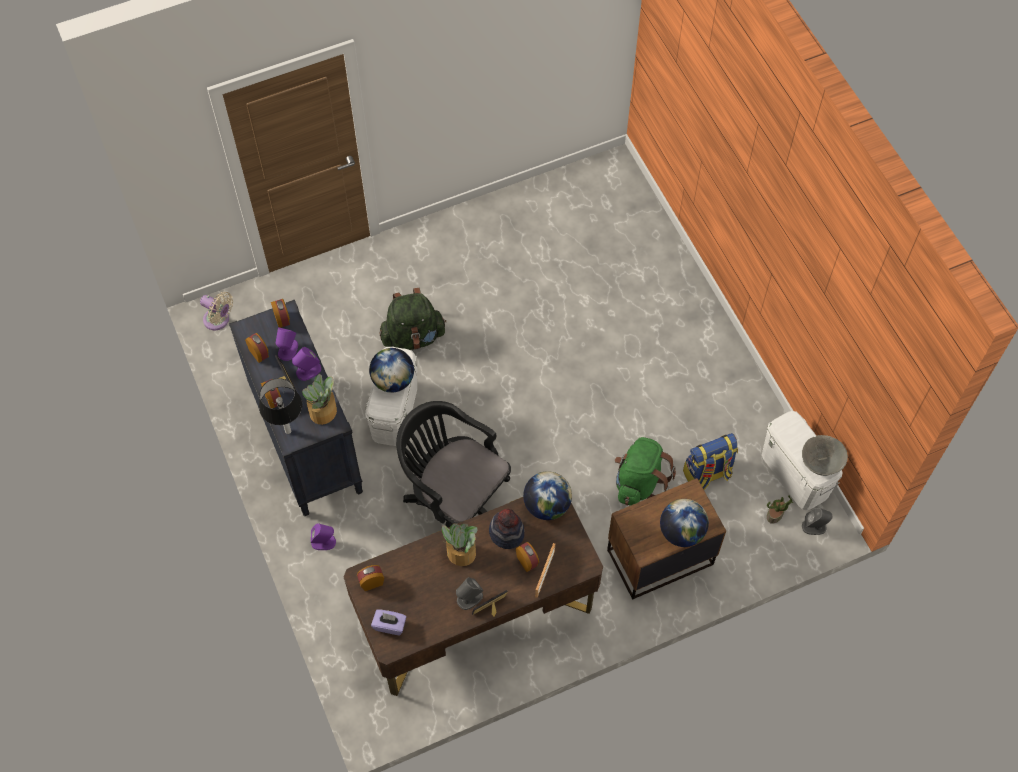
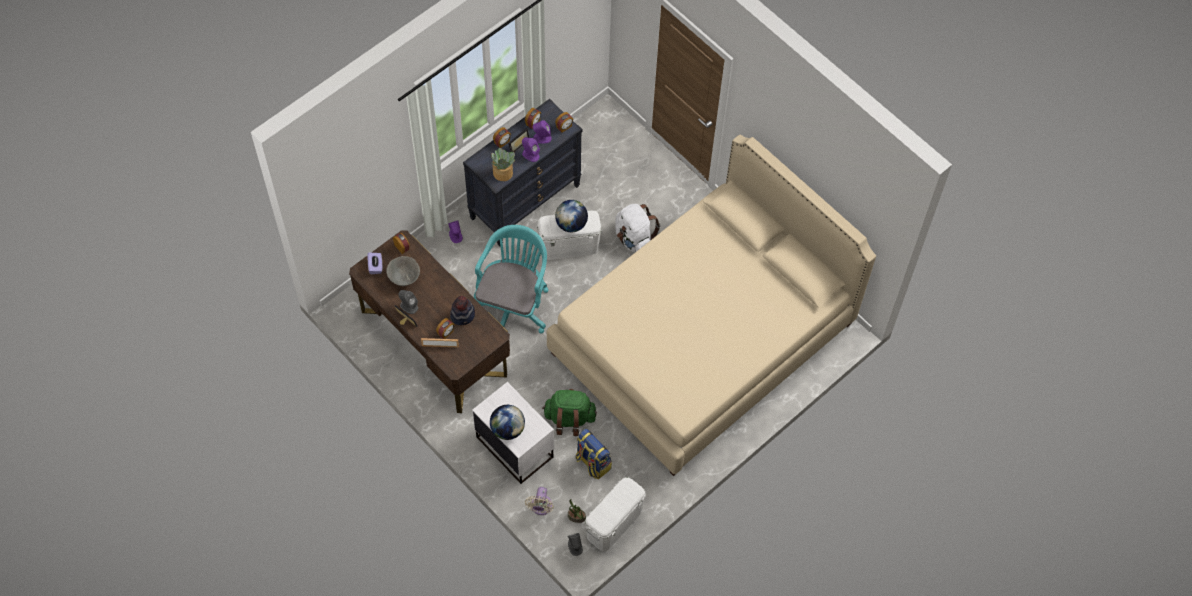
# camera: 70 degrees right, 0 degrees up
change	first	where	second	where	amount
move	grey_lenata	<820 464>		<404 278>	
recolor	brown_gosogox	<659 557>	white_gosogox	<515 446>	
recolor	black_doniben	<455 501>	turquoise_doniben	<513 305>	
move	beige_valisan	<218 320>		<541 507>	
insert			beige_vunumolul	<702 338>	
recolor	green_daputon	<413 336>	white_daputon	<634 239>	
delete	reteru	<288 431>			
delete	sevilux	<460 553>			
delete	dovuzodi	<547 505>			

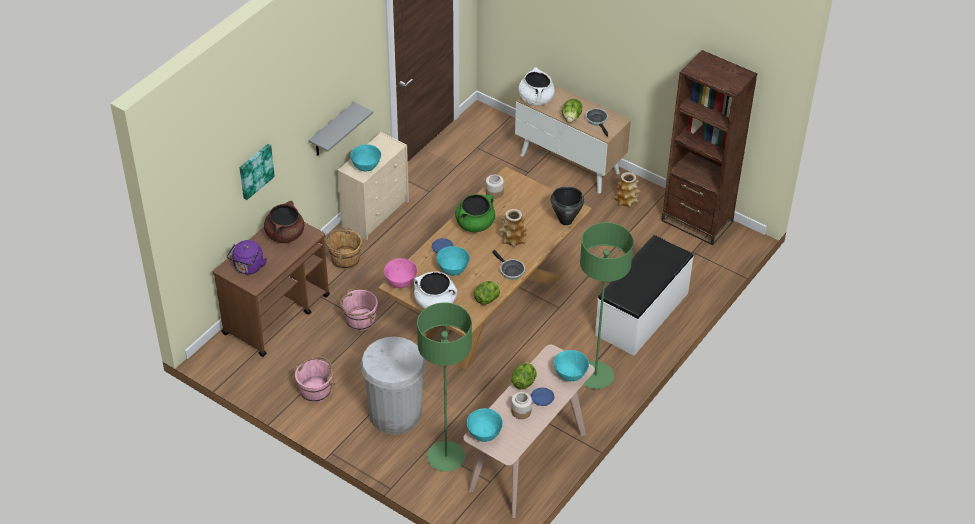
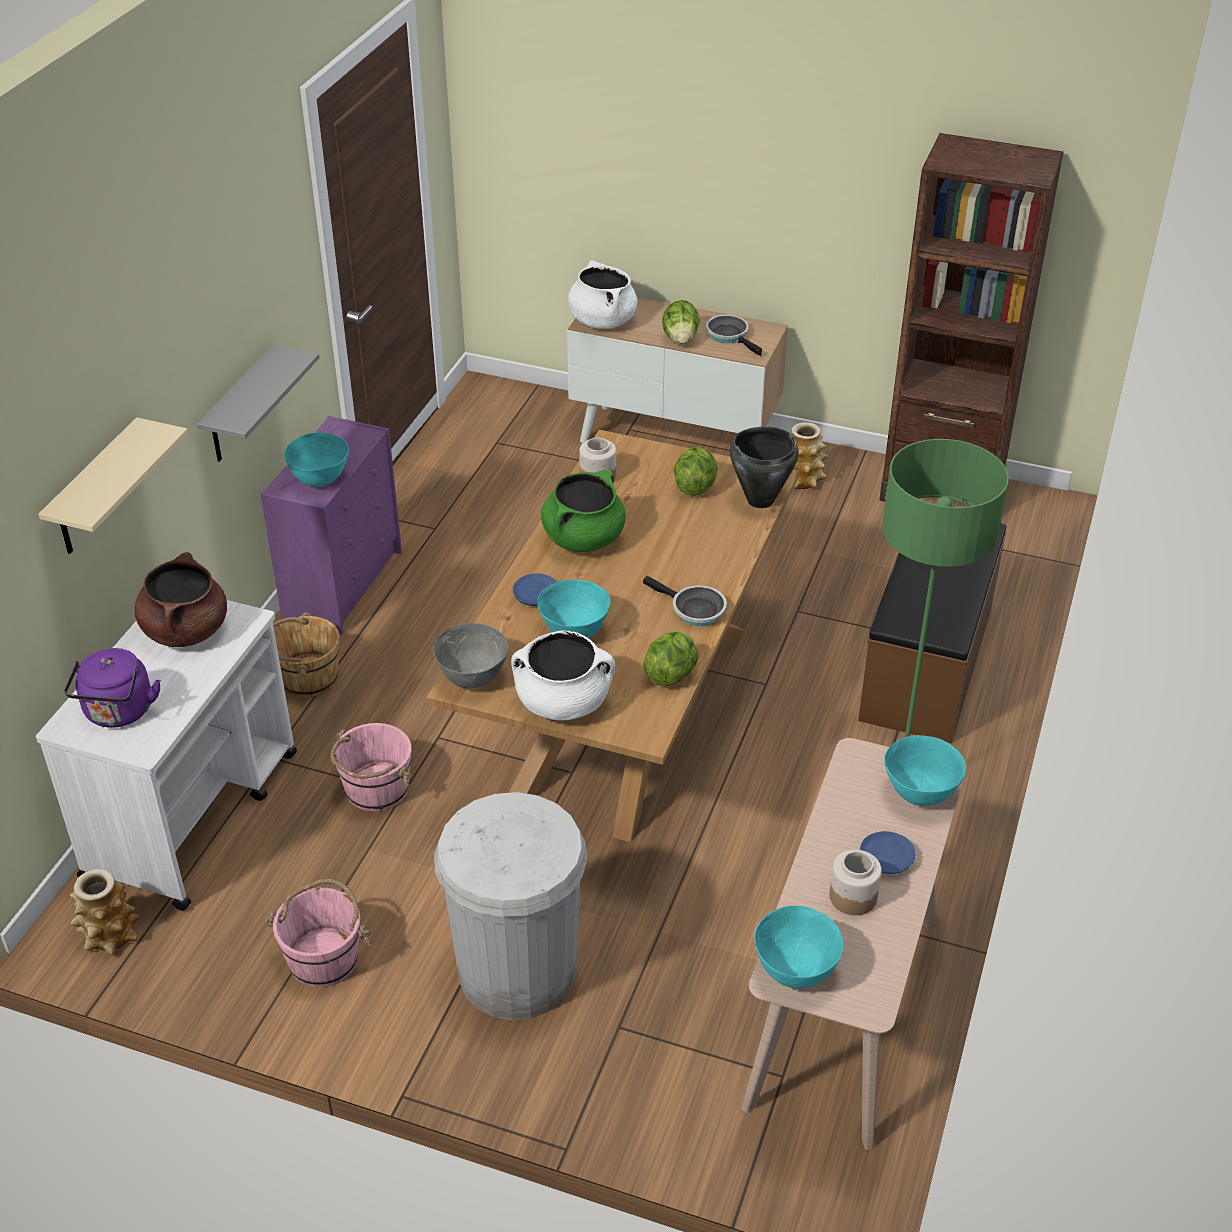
# camera: 15 degrees left, 5 degrees down
change	first	where	second	where	amount
recolor	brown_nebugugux	<277 314>	white_nebugugux	<194 813>	
replace	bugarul	<255 171>	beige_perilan	<95 491>	
move	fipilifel	<513 239>		<110 934>	
recolor	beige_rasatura	<375 213>	purple_rasatura	<344 584>	
recolor	pink_lenata	<400 283>	grey_lenata	<472 678>	
move	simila	<524 382>		<694 486>	
recolor	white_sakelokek	<642 314>	brown_sakelokek	<928 664>	
delete	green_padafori	<446 457>			

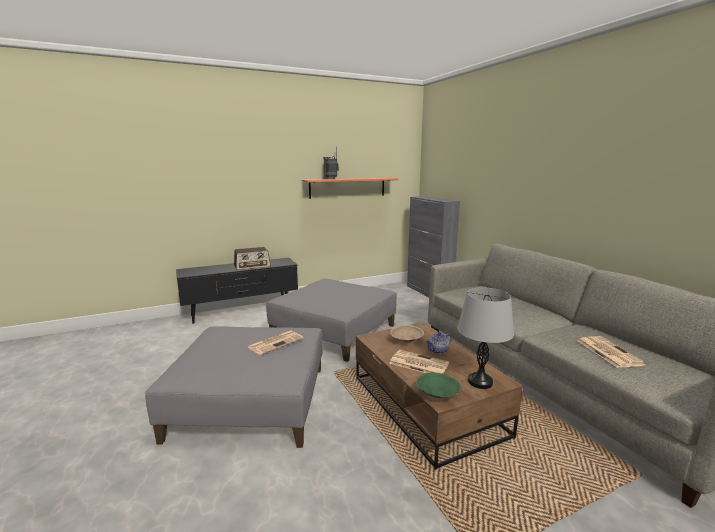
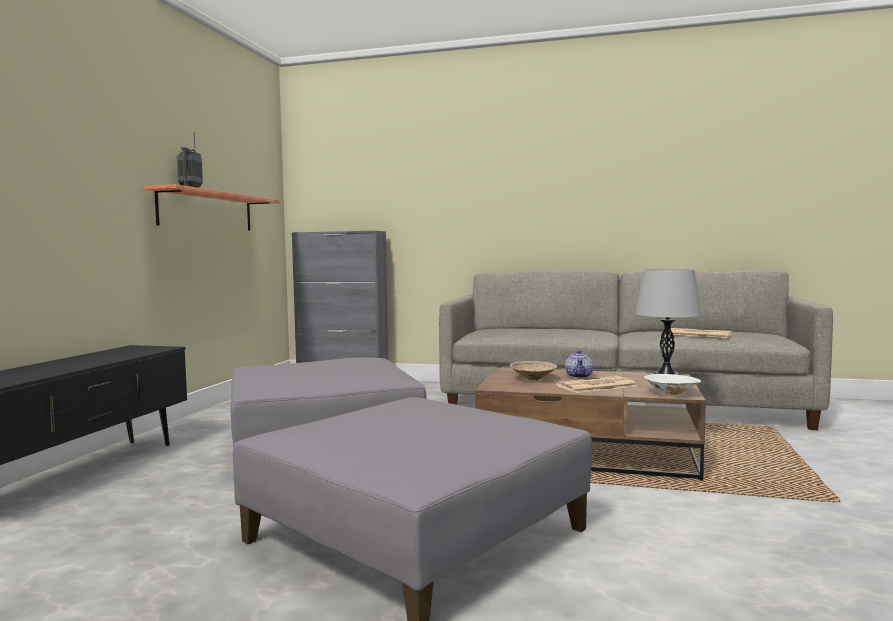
# camera: 50 degrees left, 10 degrees down
change	first	where	second	where	amount
recolor	green_lenata	<438 395>	white_lenata	<672 393>	
delete	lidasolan	<252 266>			
delete	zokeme	<276 342>			

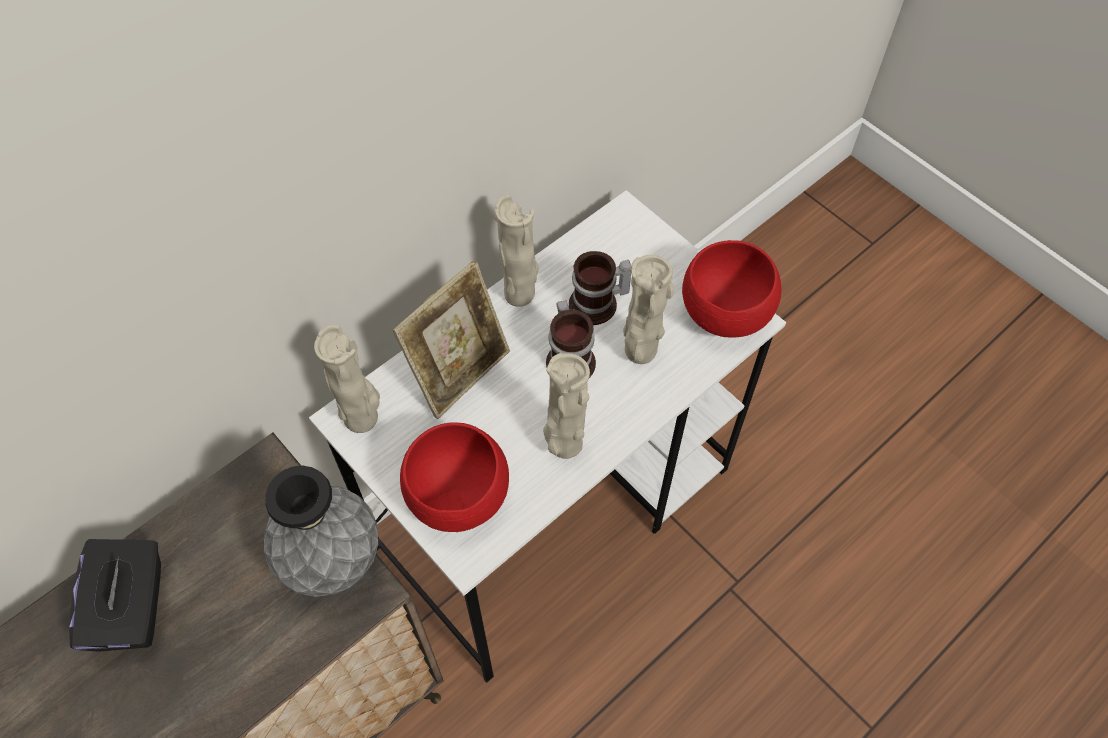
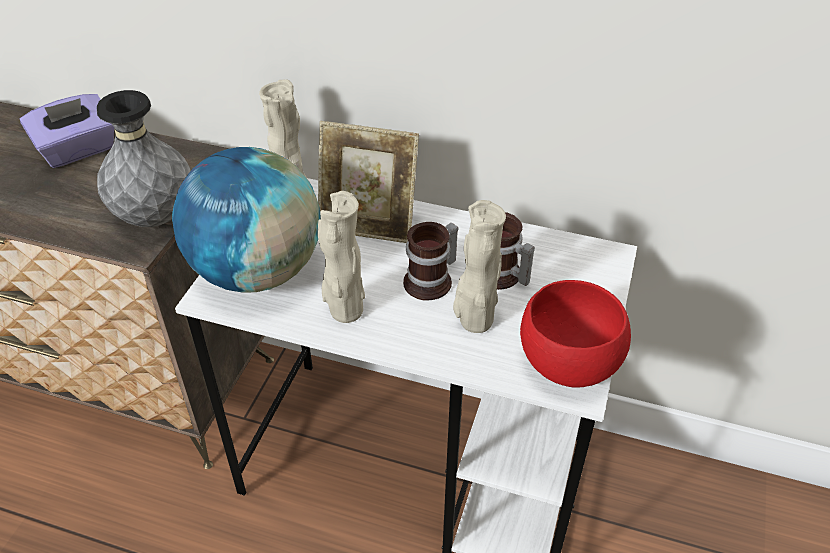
# camera: 60 degrees right, 15 degrees down
change	first	where	second	where	amount
recolor	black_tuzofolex	<133 607>	purple_tuzofolex	<78 150>	
replace	red_lenata	<461 498>	dovuzodi	<257 272>	
delete	beige_fipilifel	<520 293>			

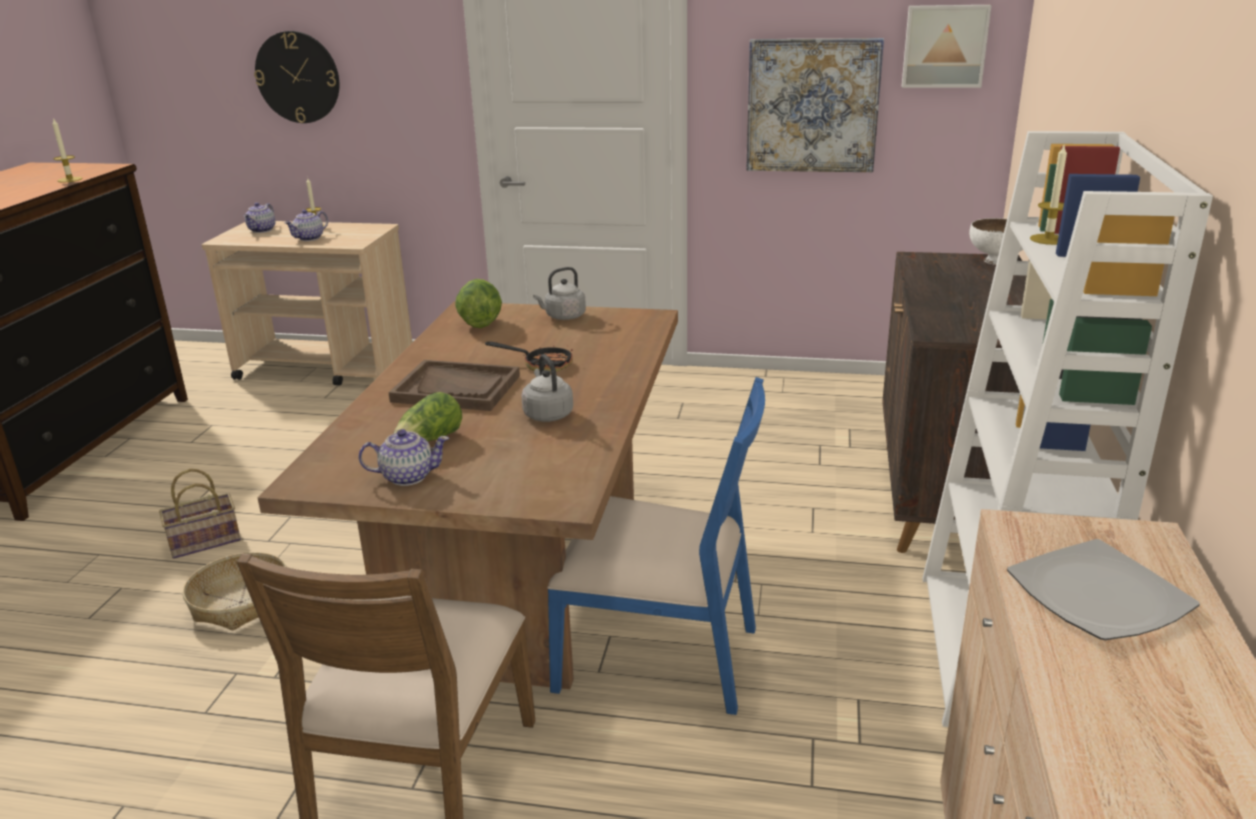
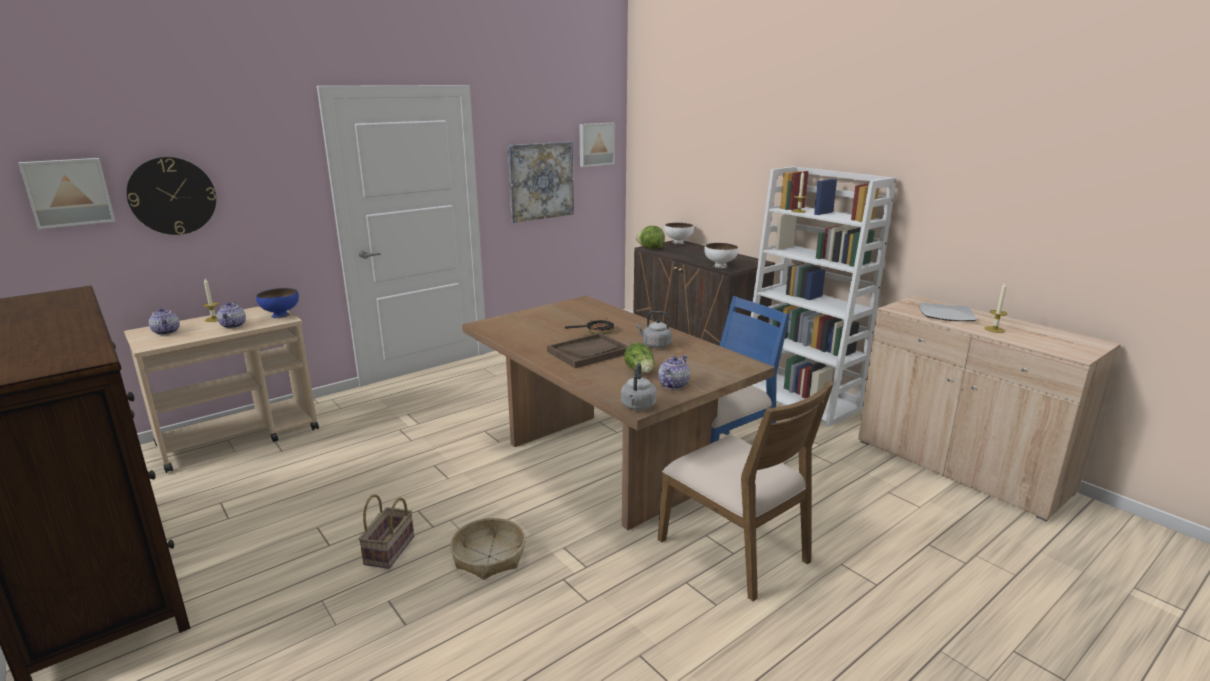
# camera: 50 degrees left, 5 degrees down
change	first	where	second	where	amount
insert			bugarul	<68 192>	
insert			blue_lenata	<281 315>	
move	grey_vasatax	<563 317>		<638 407>	
move	simila	<480 324>		<650 248>	
insert			white_lenata	<720 266>	
move	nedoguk	<70 179>		<994 329>	

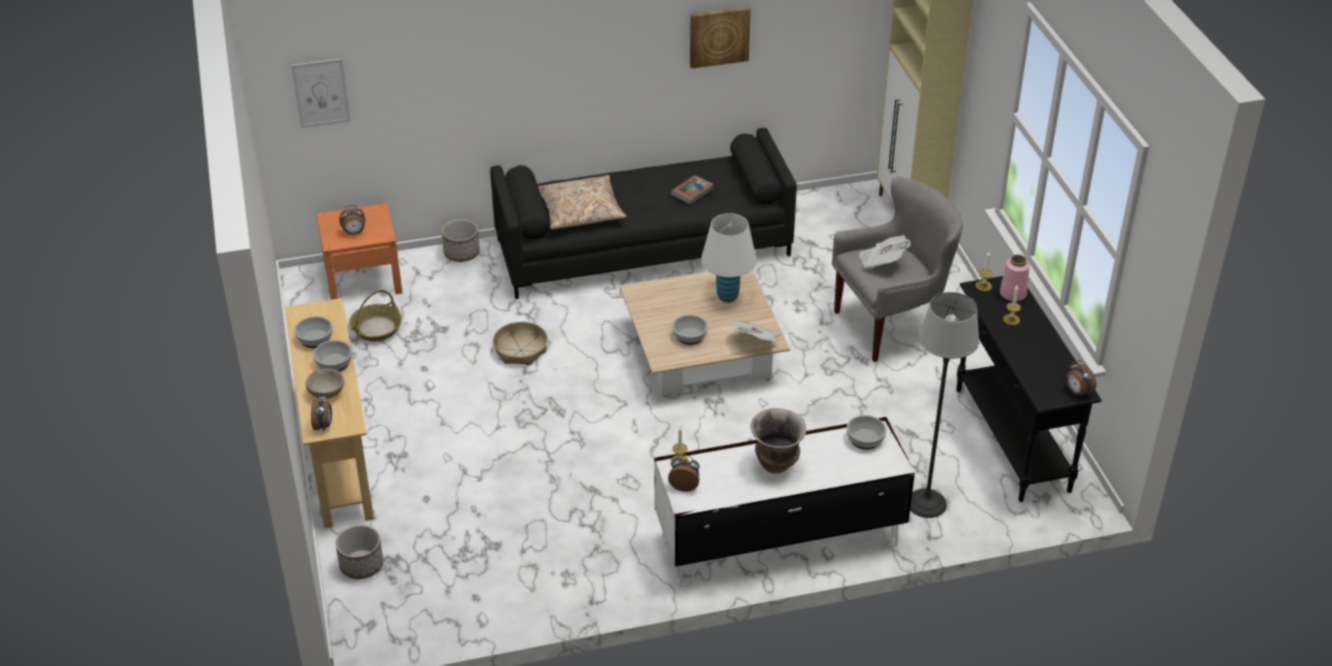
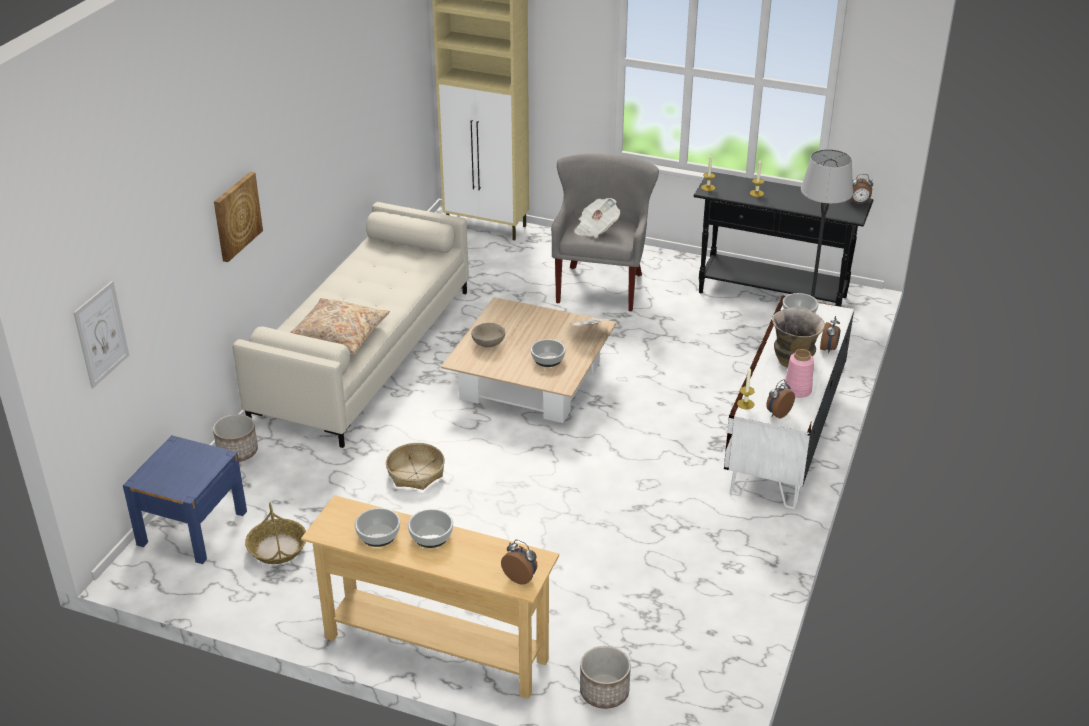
# camera: 55 degrees left, 5 degrees down
change	first	where	second	where	amount
recolor	orange_gosogox	<363 279>	blue_gosogox	<192 528>	
move	bugarul	<719 36>		<236 216>	
recolor	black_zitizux	<644 247>	beige_zitizux	<364 353>	
move	beige_lenata	<327 393>		<488 343>	
move	pink_fipilifel	<1012 294>		<797 391>	
move	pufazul	<354 233>		<829 349>	
delete	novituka	<692 192>			
delete	white_reteru	<727 296>			

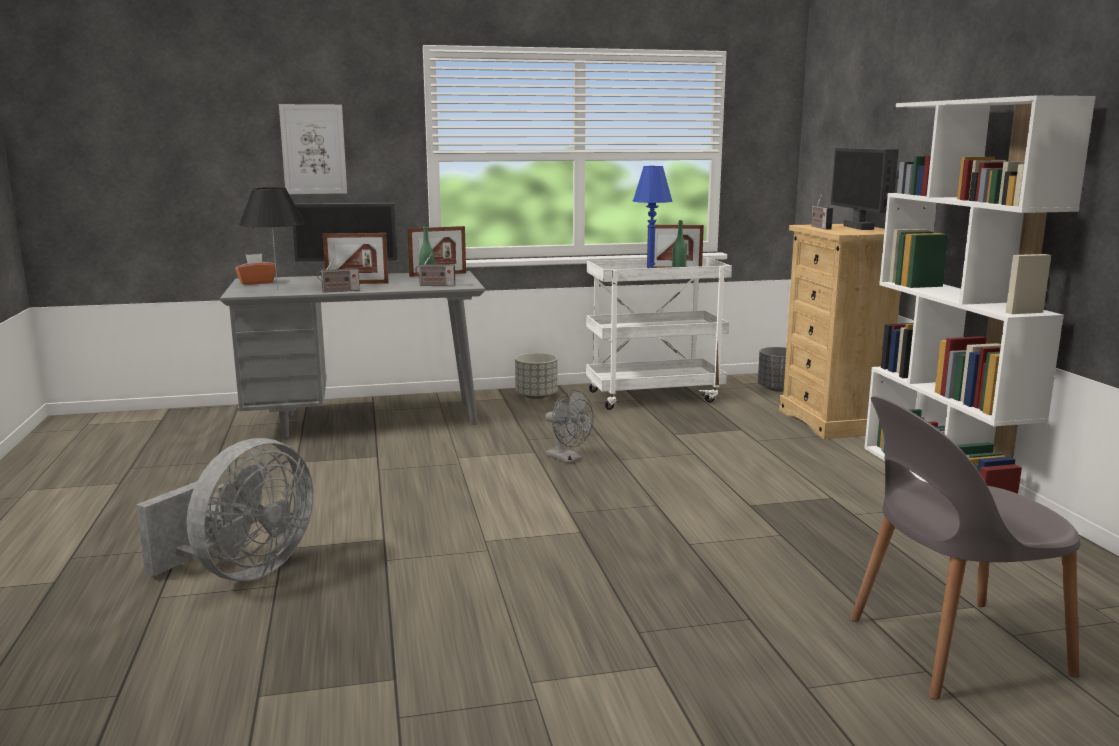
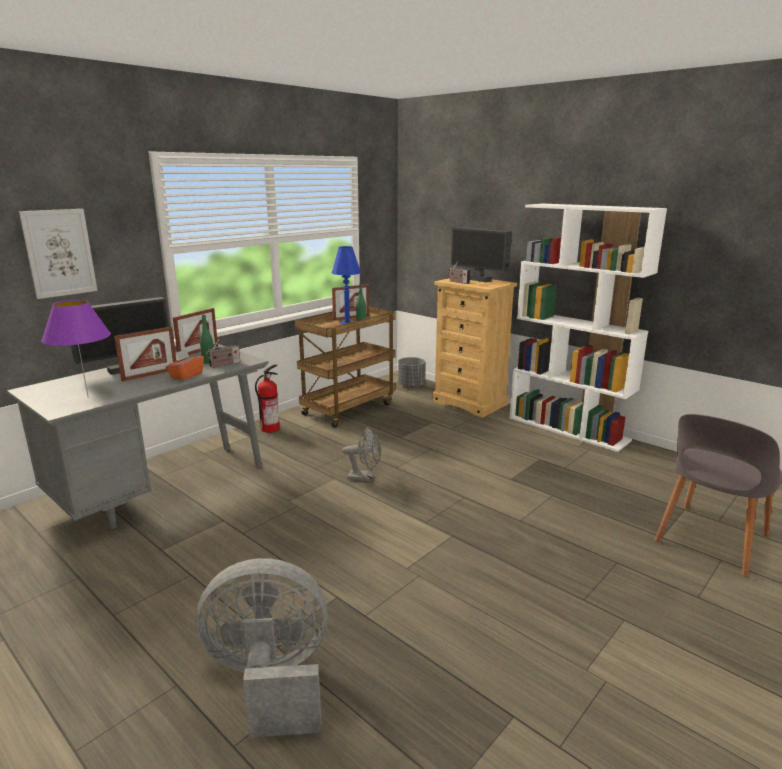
# camera: 35 degrees left, 5 degrees up
change	first	where	second	where	amount
recolor	black_reteru	<277 289>	purple_reteru	<88 397>	
move	orange_tuzofolex	<256 282>		<186 375>	
rotate	grey_valisan	<242 571>		<270 680>	90 degrees counterclockwise
replace	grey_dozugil	<536 396>	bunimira	<270 428>	
recolor	white_nebugugux	<654 396>	brown_nebugugux	<348 408>	
delete	lidasolan	<339 291>			

